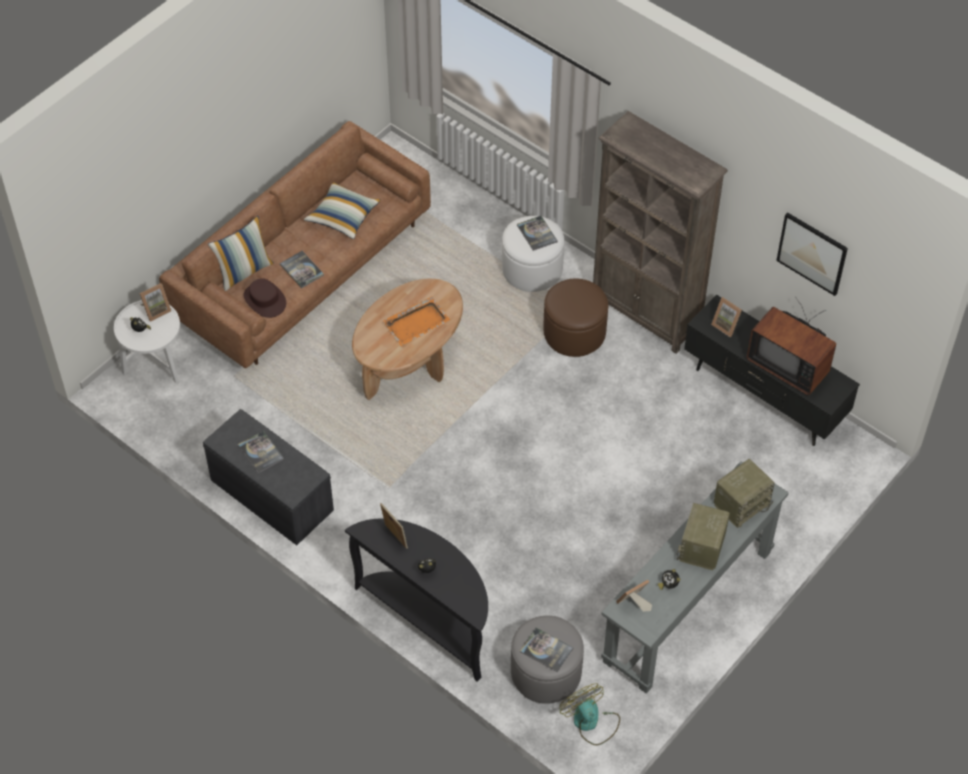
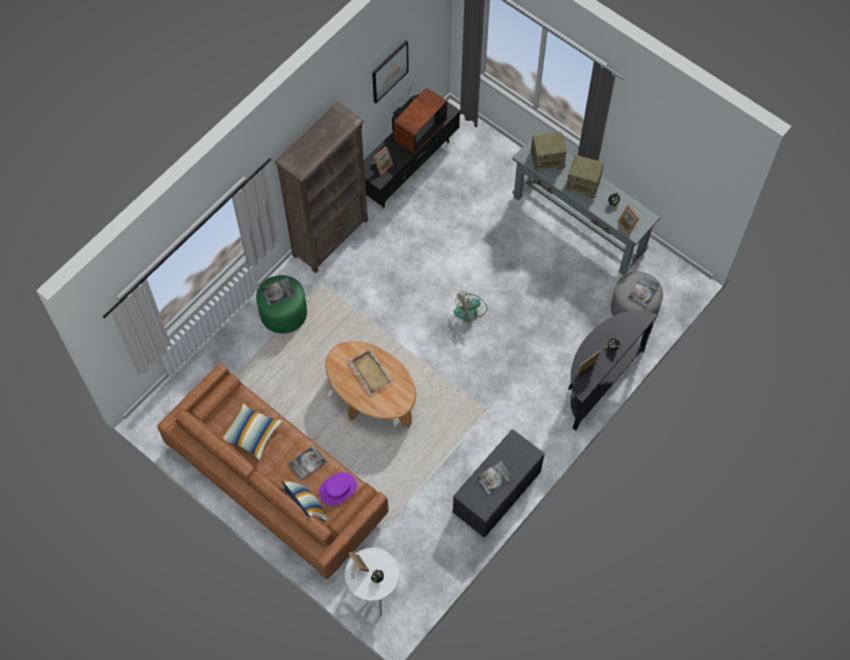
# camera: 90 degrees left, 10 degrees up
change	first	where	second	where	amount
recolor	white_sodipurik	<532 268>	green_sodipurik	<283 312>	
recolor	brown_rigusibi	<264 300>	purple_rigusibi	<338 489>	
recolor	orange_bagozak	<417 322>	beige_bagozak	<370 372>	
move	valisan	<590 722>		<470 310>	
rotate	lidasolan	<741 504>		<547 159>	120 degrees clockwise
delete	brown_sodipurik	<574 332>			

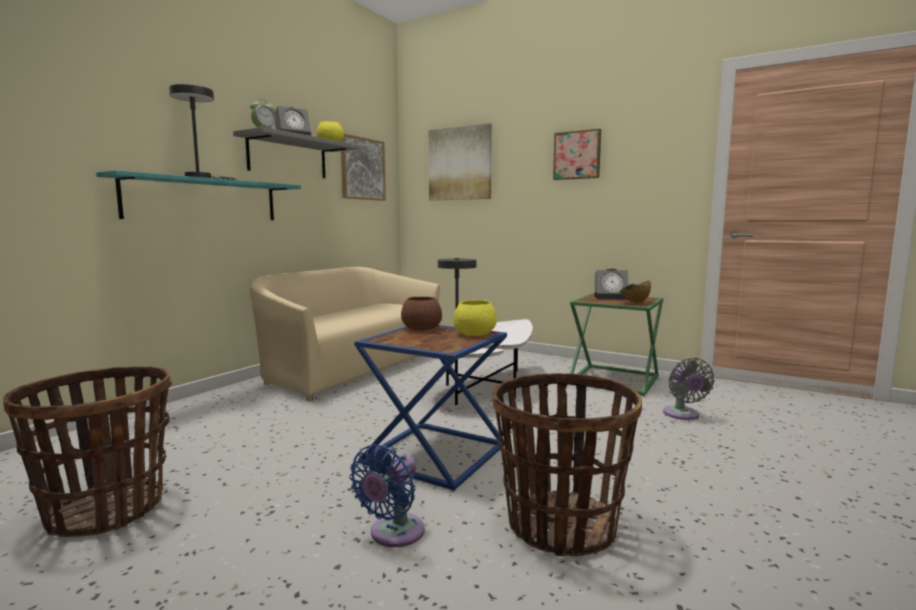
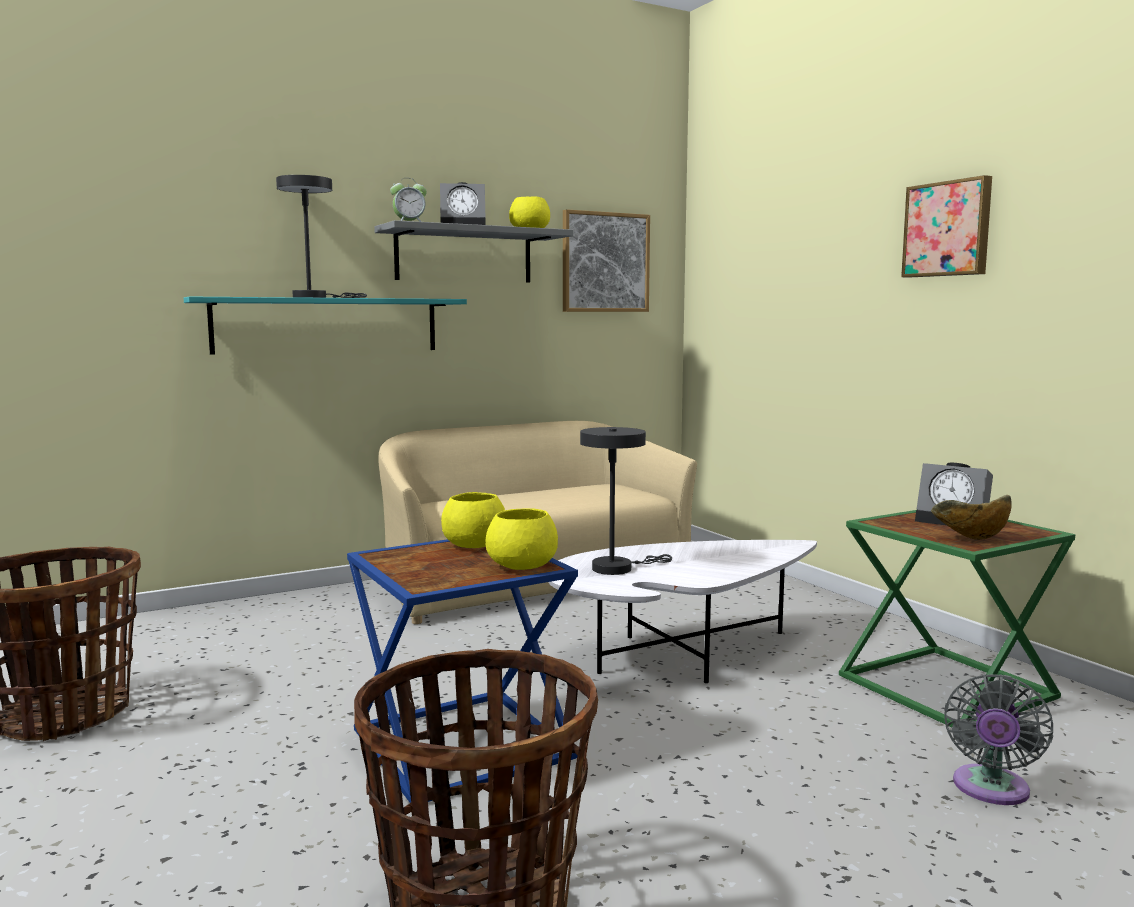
# camera: 30 degrees right, 0 degrees up
change	first	where	second	where	amount
recolor	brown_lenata	<421 329>	yellow_lenata	<473 544>	
delete	blue_valisan	<393 534>			
delete	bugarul	<460 163>			

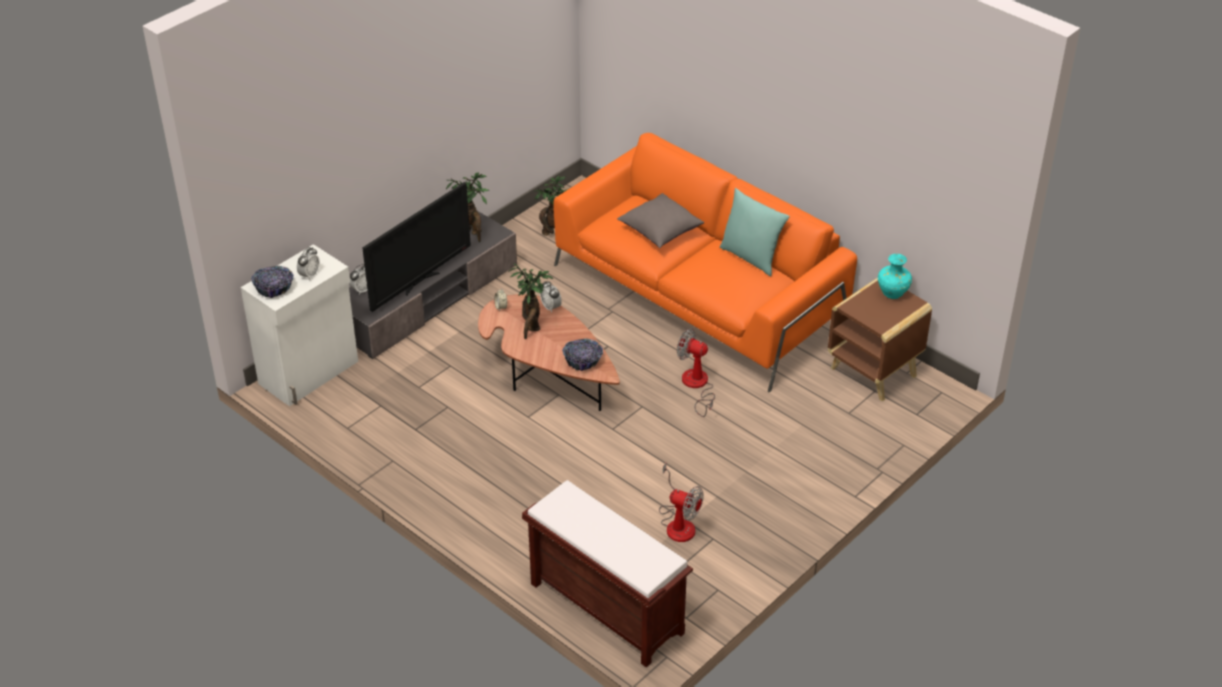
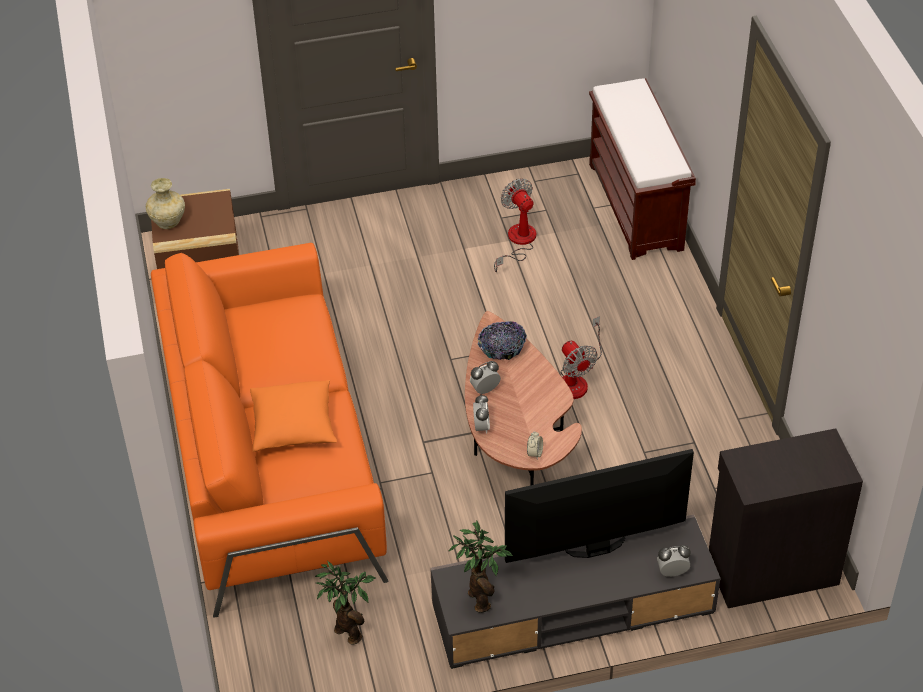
# camera: 145 degrees left, 5 degrees up
change	first	where	second	where	amount
recolor	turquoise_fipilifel	<892 293>	beige_fipilifel	<168 222>	
recolor	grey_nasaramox	<660 231>	orange_nasaramox	<294 427>	
move	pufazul	<309 275>		<485 390>	
move	valisan	<697 386>		<576 379>	
recolor	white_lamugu	<310 373>	black_lamugu	<771 570>	
delete	lenata	<274 288>			
delete	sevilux	<531 327>			
delete	turquoise_nasaramox	<751 257>			

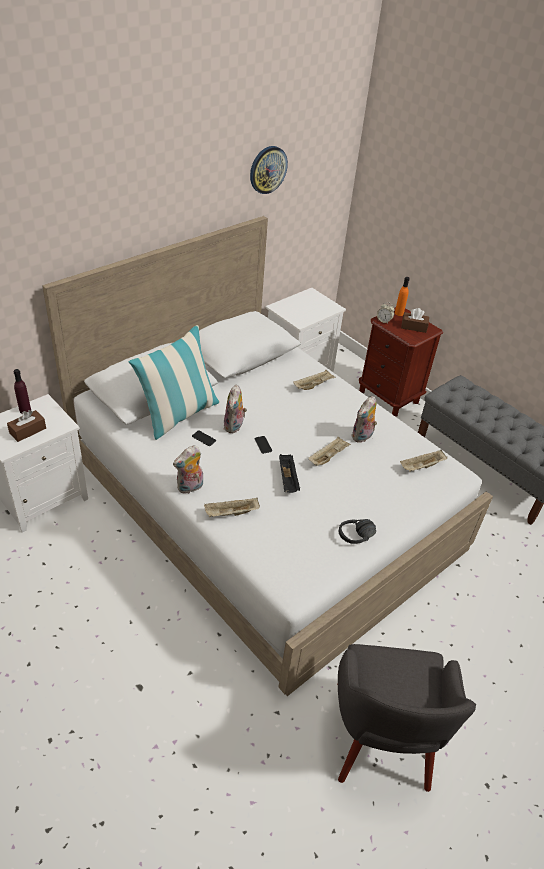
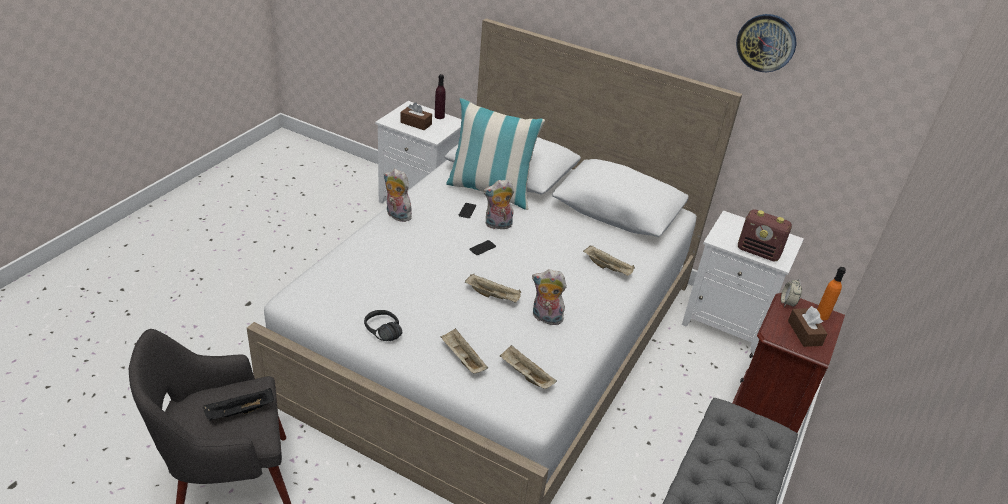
# camera: 70 degrees right, 5 degrees down
change	first	where	second	where	amount
move	black_bagozak	<288 480>		<239 412>	
move	beige_bagozak	<231 514>		<462 359>	
insert			lidasolan	<759 252>	

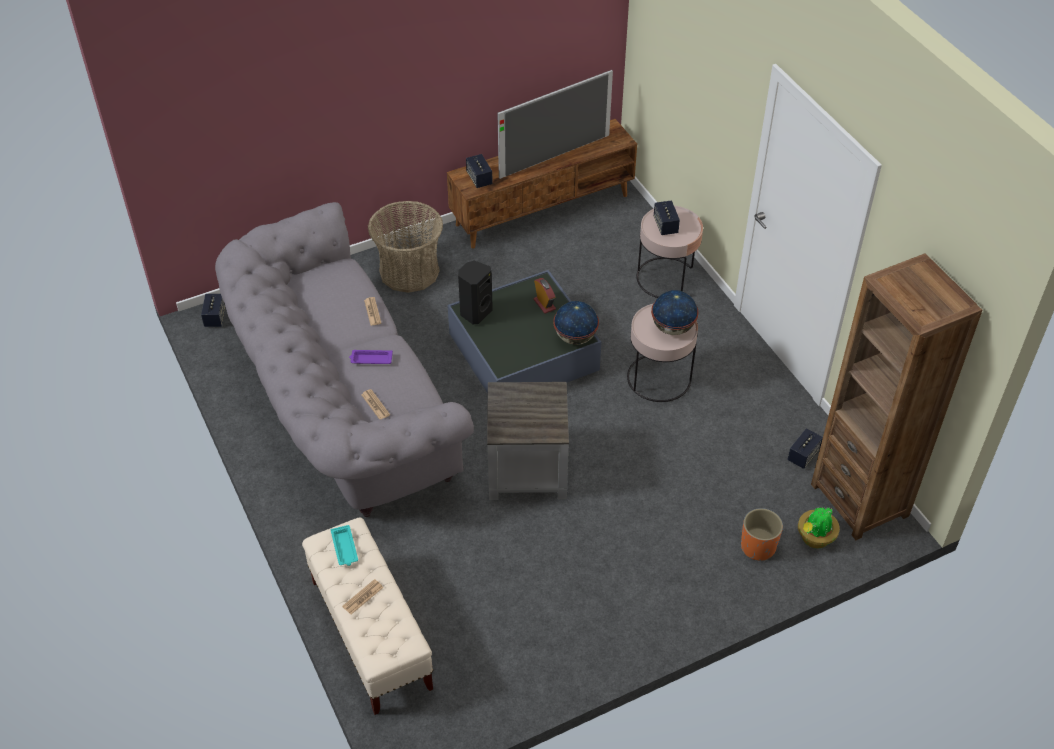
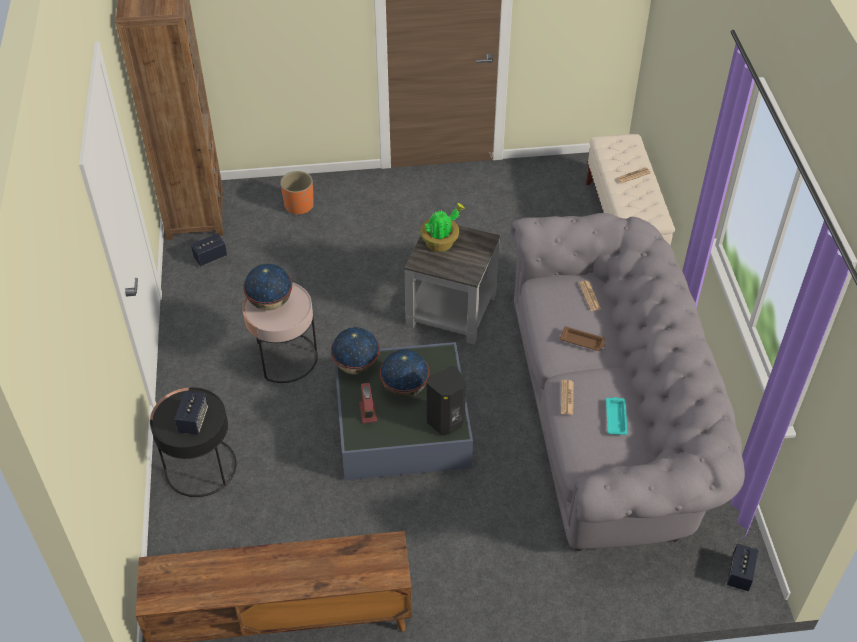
# camera: 160 degrees left, 0 degrees up
change	first	where	second	where	amount
recolor	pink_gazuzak	<666 278>	black_gazuzak	<200 467>	
insert			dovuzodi	<404 388>	
move	sevilux	<814 538>		<441 243>	
recolor	purple_bagozak	<370 359>	brown_bagozak	<583 341>	
move	turquoise_bagozak	<344 548>		<616 417>	
delete	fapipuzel	<409 271>			
delete	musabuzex	<479 179>			
delete	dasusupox	<555 156>			

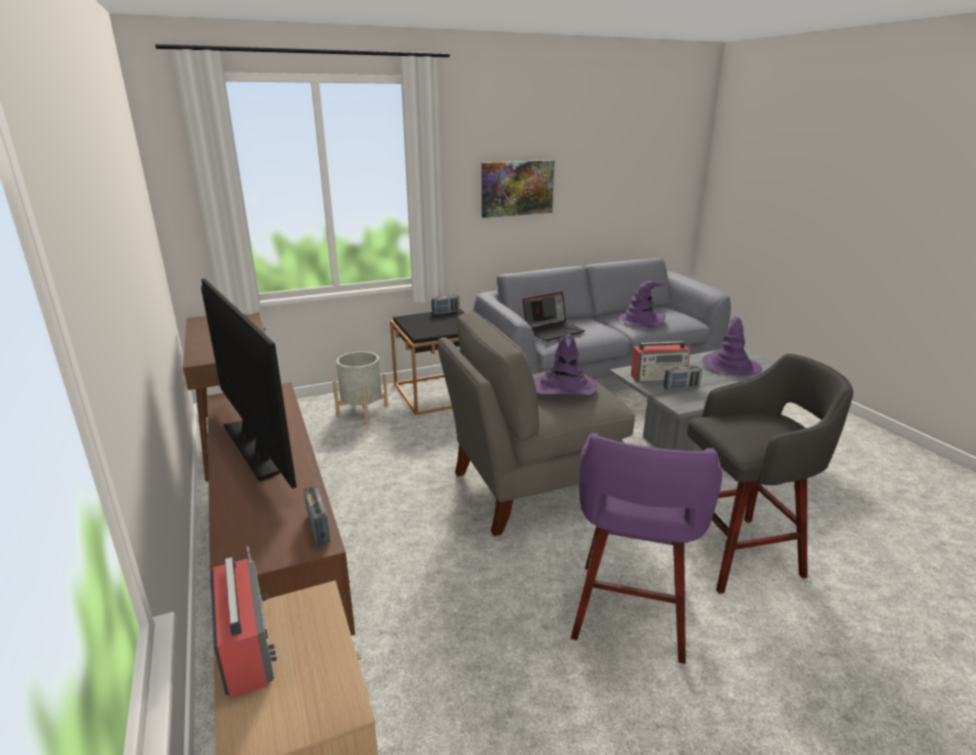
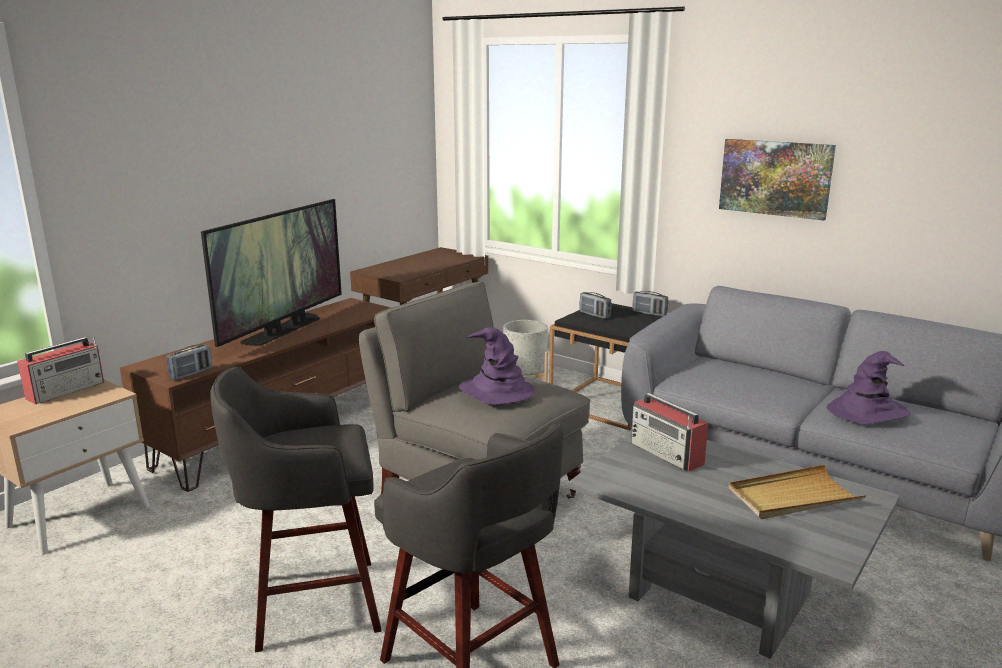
# camera: 60 degrees right, 5 degrees down
change	first	where	second	where	amount
recolor	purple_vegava	<629 614>	grey_vegava	<311 604>	
move	lidasolan	<681 388>		<594 315>	
replace	purple_rigusibi	<730 366>	beige_bagozak	<793 497>	
delete	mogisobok	<553 331>			

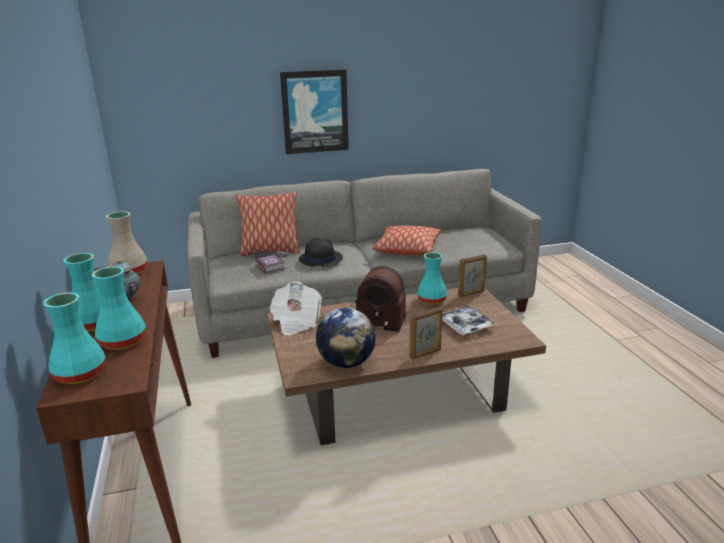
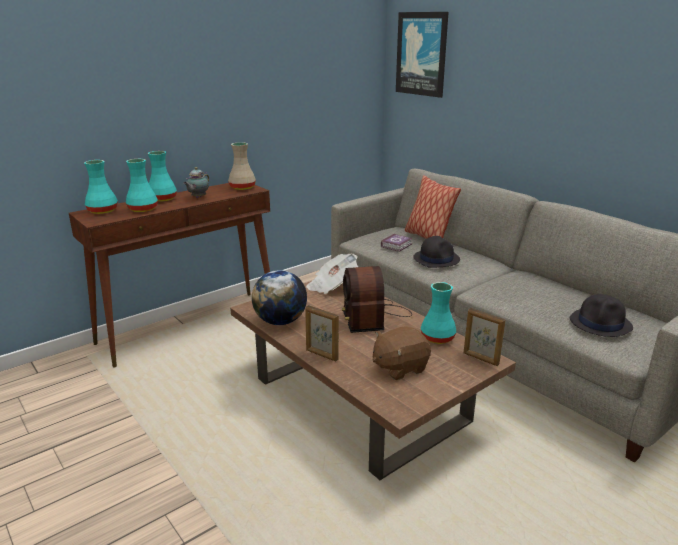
# camera: 65 degrees right, 0 degrees up
change	first	where	second	where	amount
replace	bagozak	<466 325>	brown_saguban	<399 367>	
move	bugarul	<315 112>		<421 54>	
insert			black_rigusibi	<601 323>	
delete	nasaramox	<407 248>			

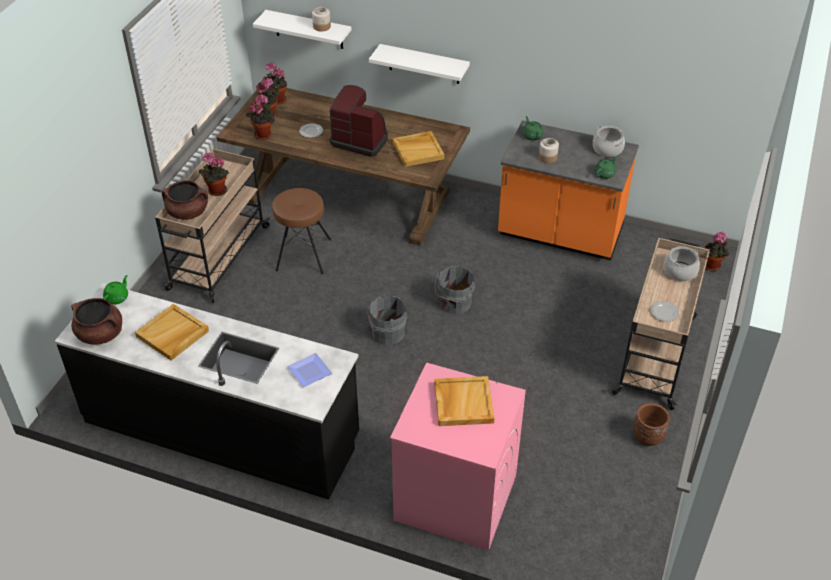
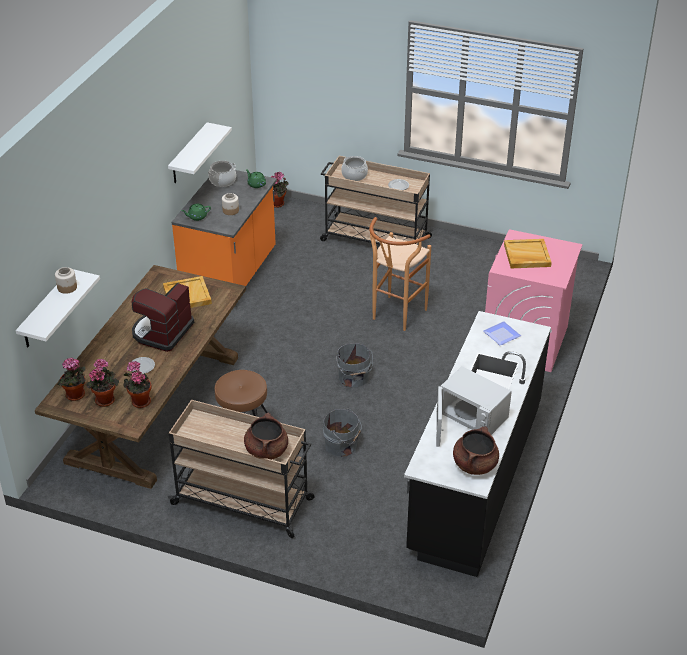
# camera: 90 degrees left, 5 degrees down
change	first	where	second	where	amount
move	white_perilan	<424 64>		<188 154>	
move	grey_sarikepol	<454 303>		<342 446>	
insert			brown_vegava	<395 317>	
replace	beige_bagozak	<172 334>	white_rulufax	<469 417>	
delete	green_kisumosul	<117 297>			
delete	sevilux	<216 191>			
delete	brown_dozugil	<648 436>			

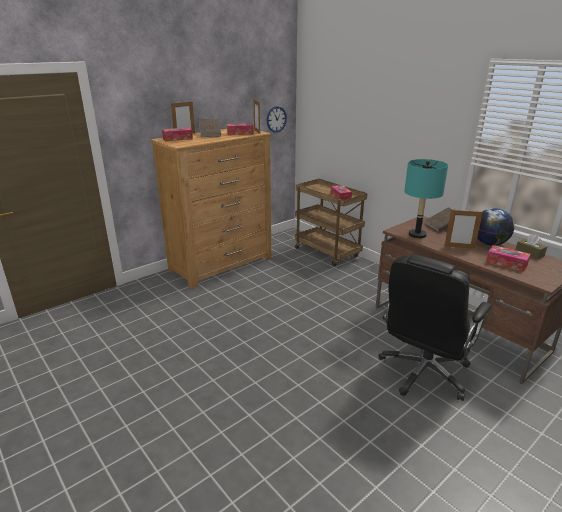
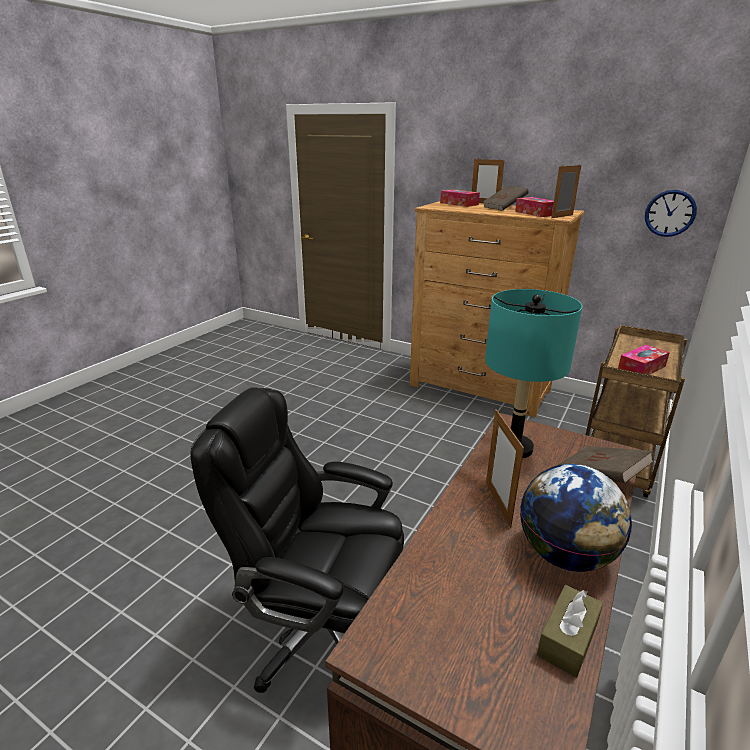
# camera: 70 degrees right, 0 degrees up
change	first	where	second	where	amount
delete	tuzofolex	<506 263>			

